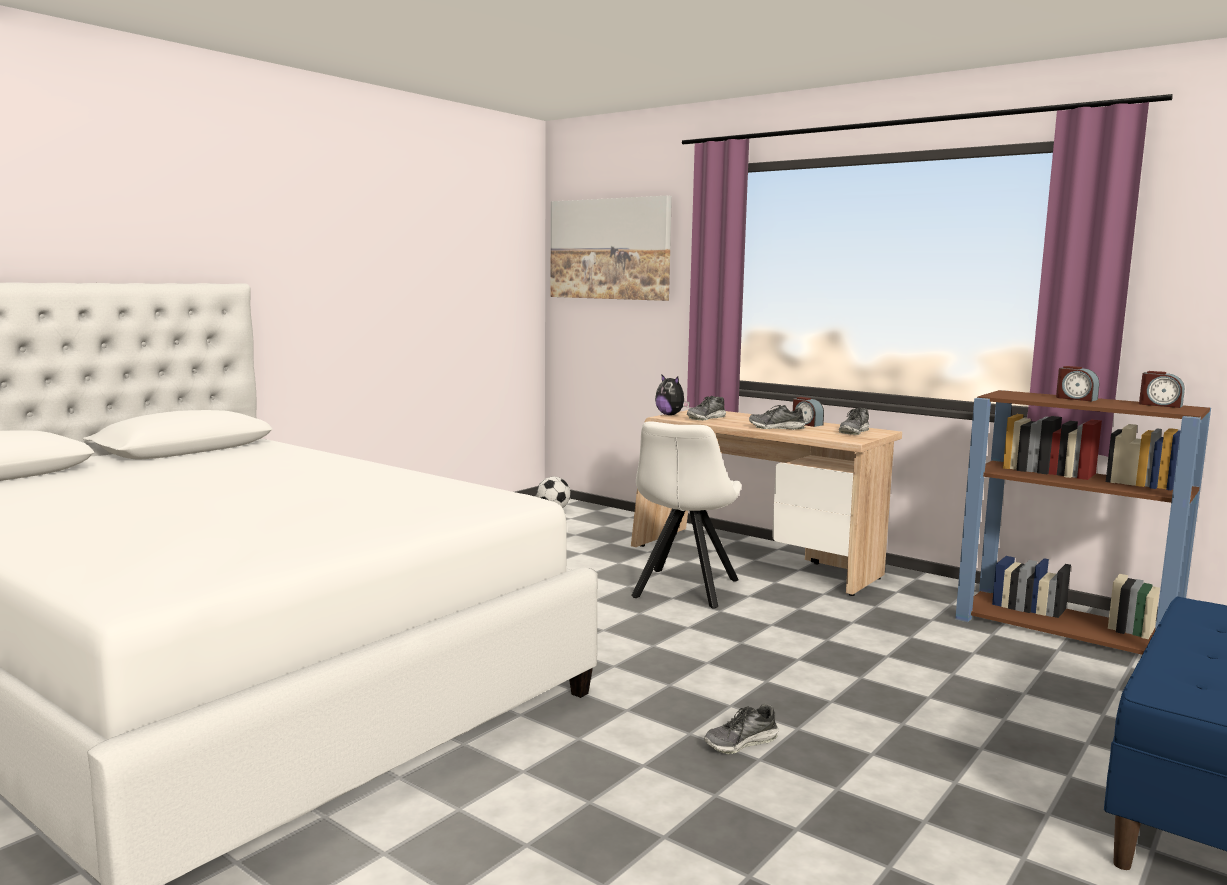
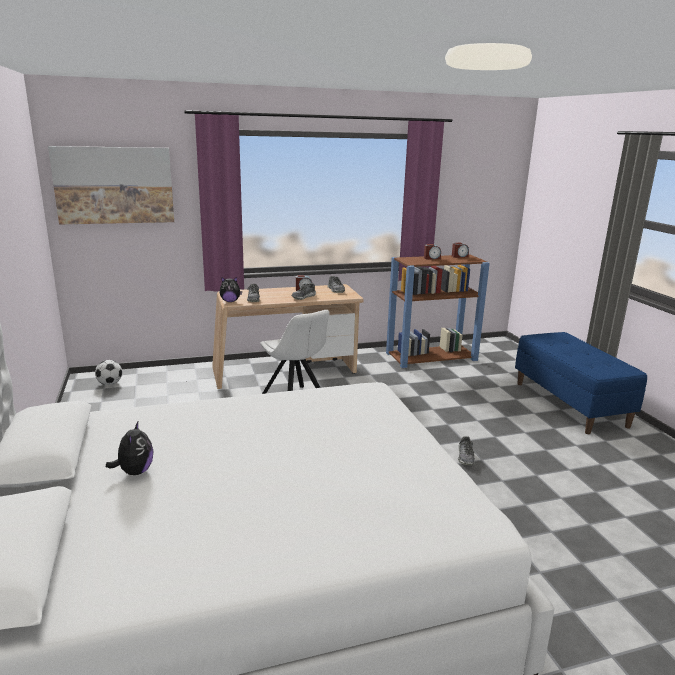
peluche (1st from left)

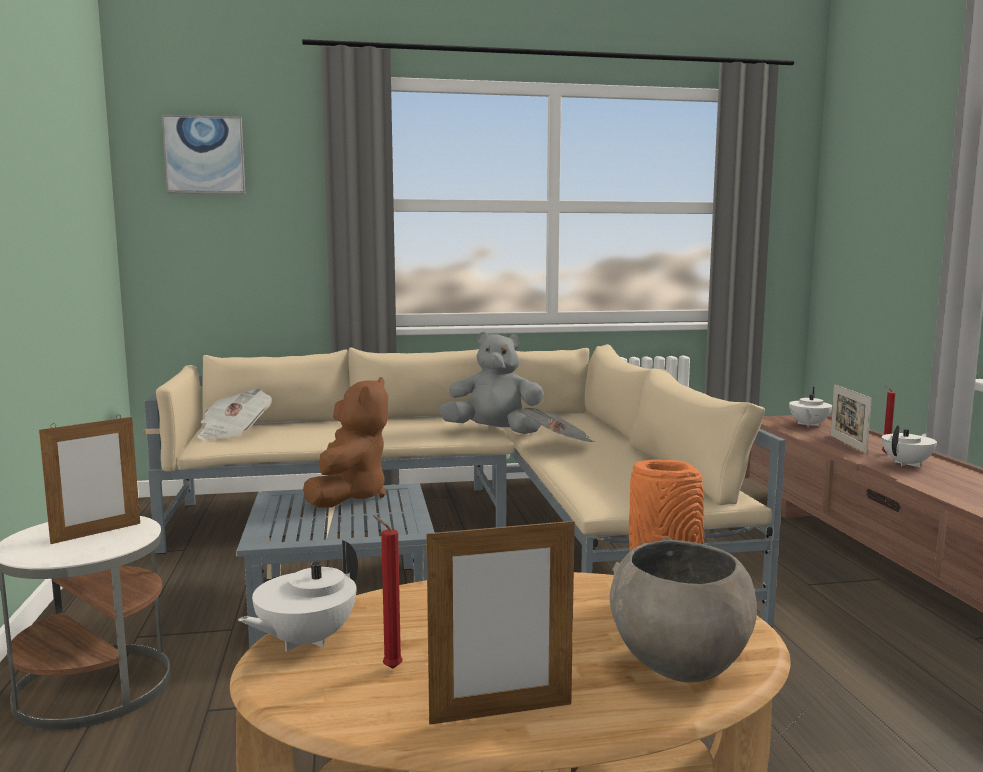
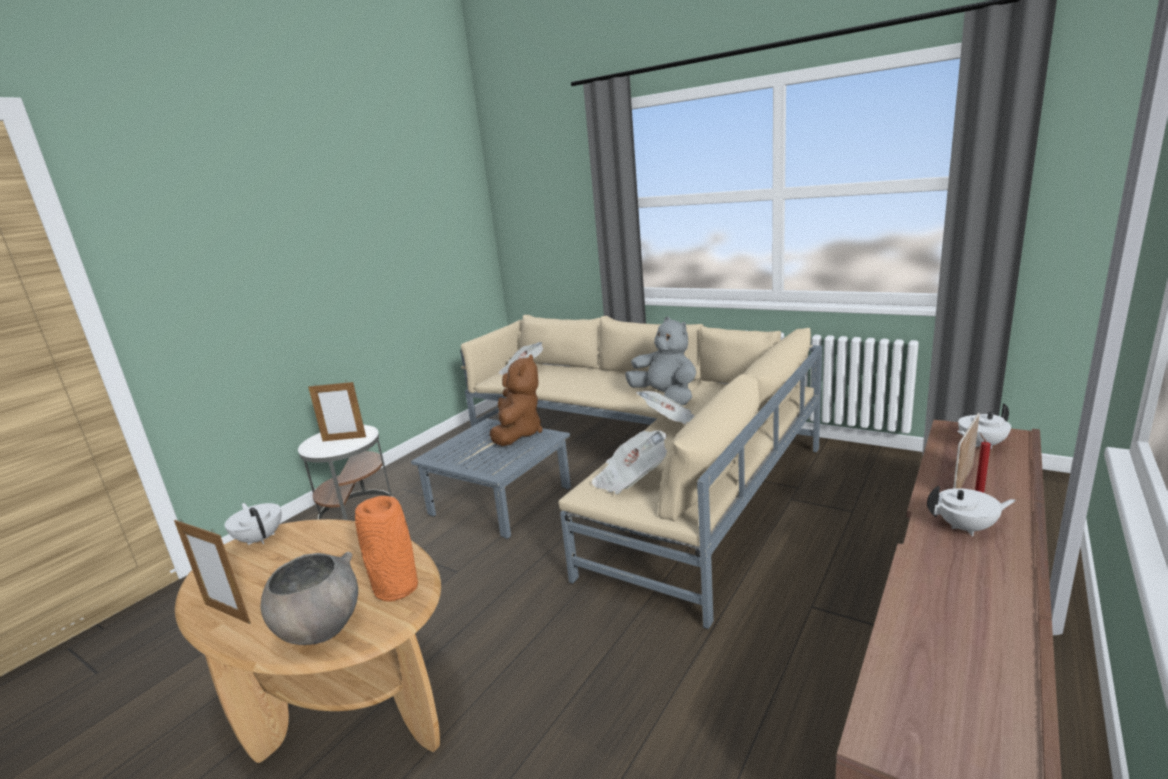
théière (blanc) (1st from left); peluche (marron); journal (2nd from left); tableau; bougie (rouge) (1st from left in the first image)

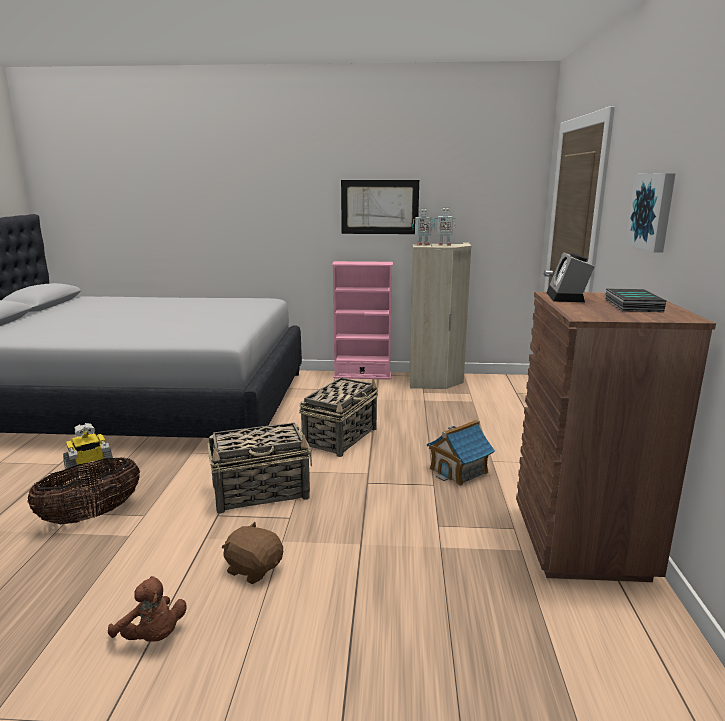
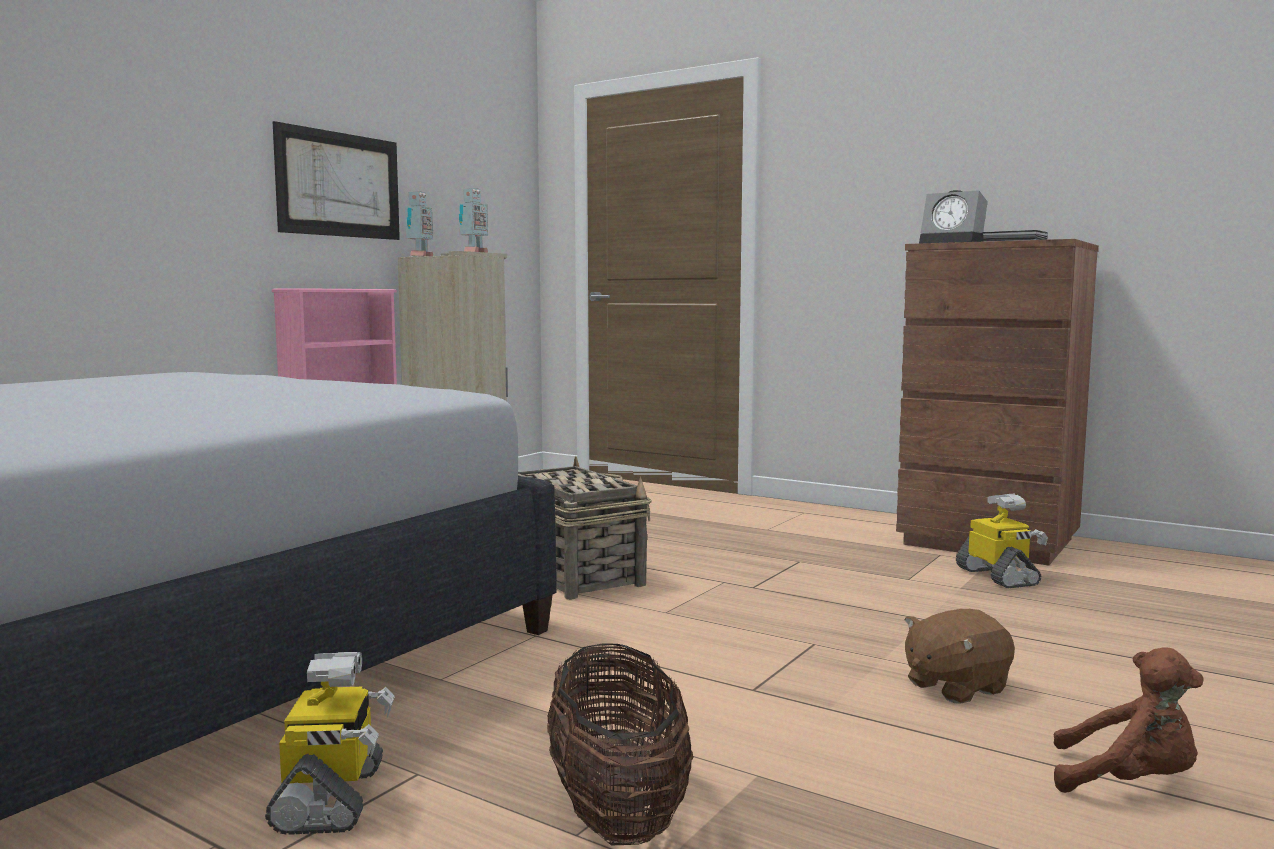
robot jouet (4th from left); peluche (marron) (2nd from left); panier (2nd from left in the first image); maison miniature; tableau (2nd from left in the first image)

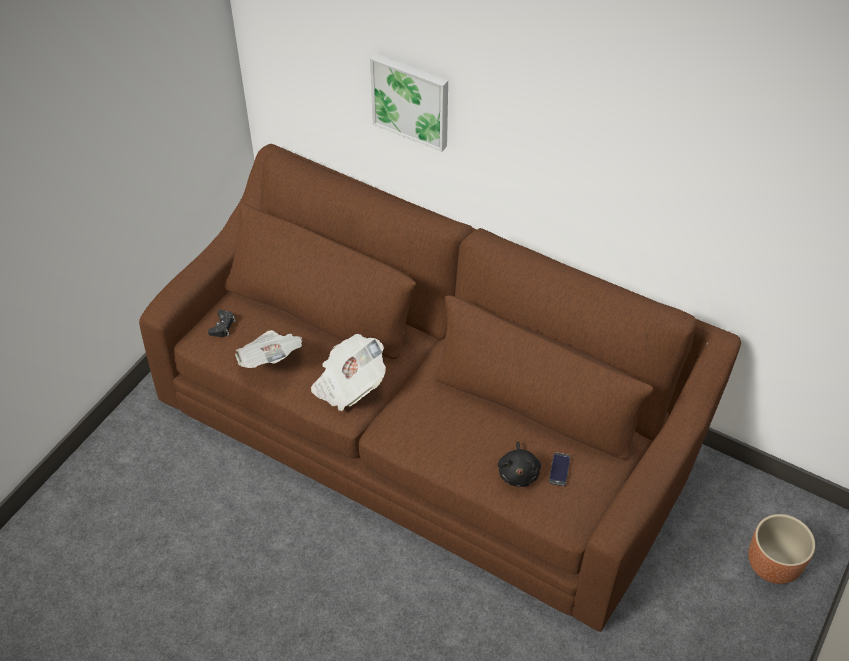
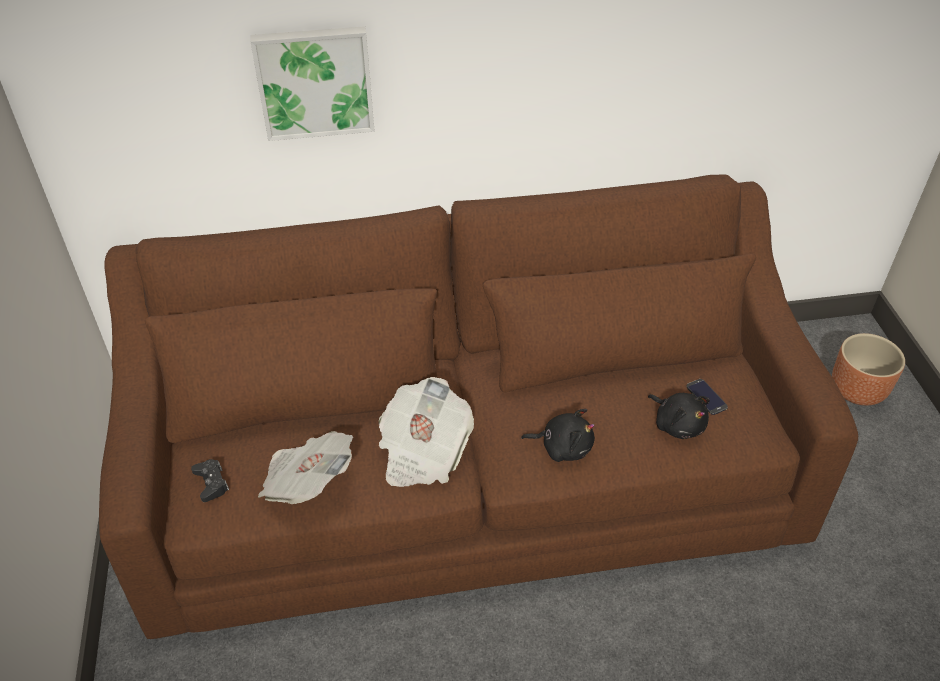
peluche (noir) (1st from left)

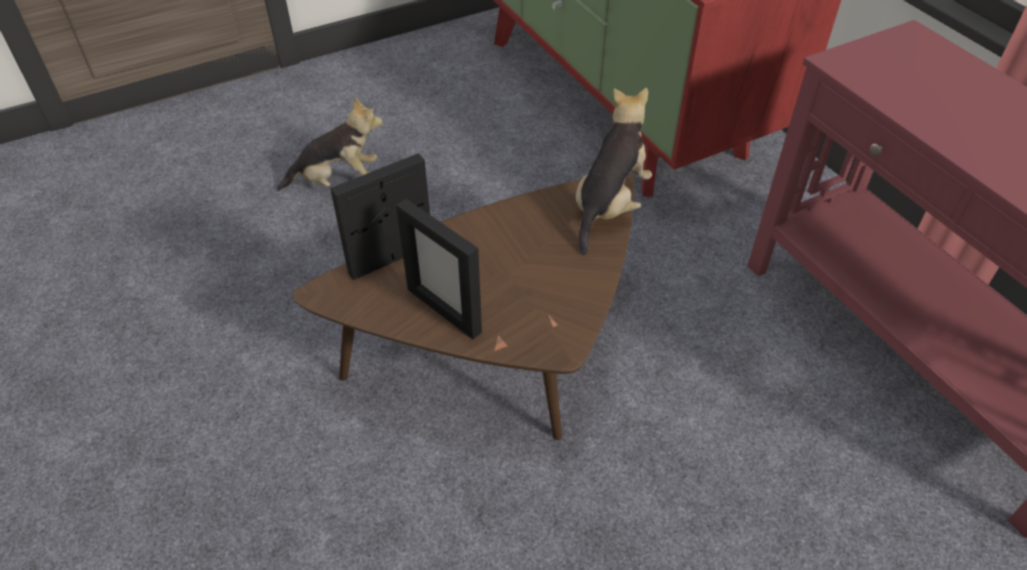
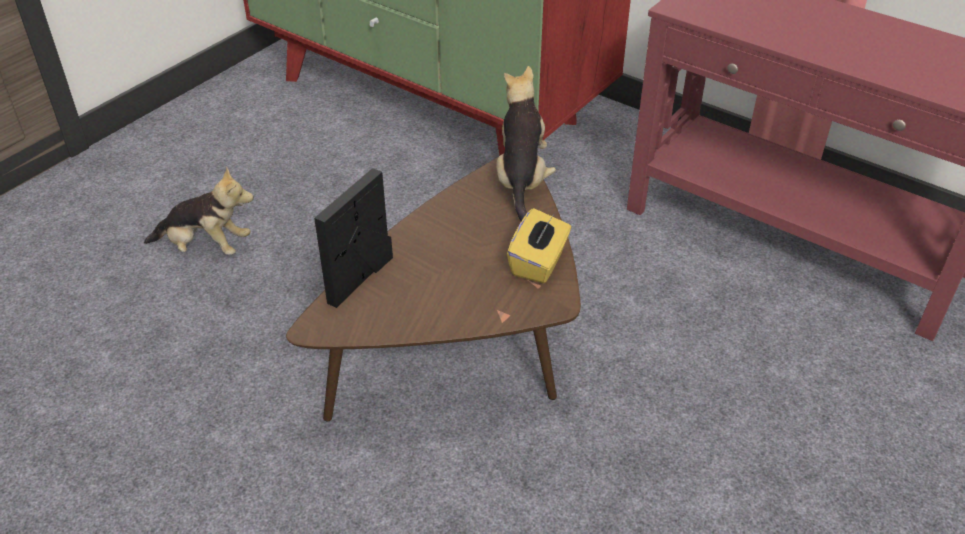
peluche (1st from left); boîte à mouchoirs (jaune); cadre photo (2nd from left in the first image)

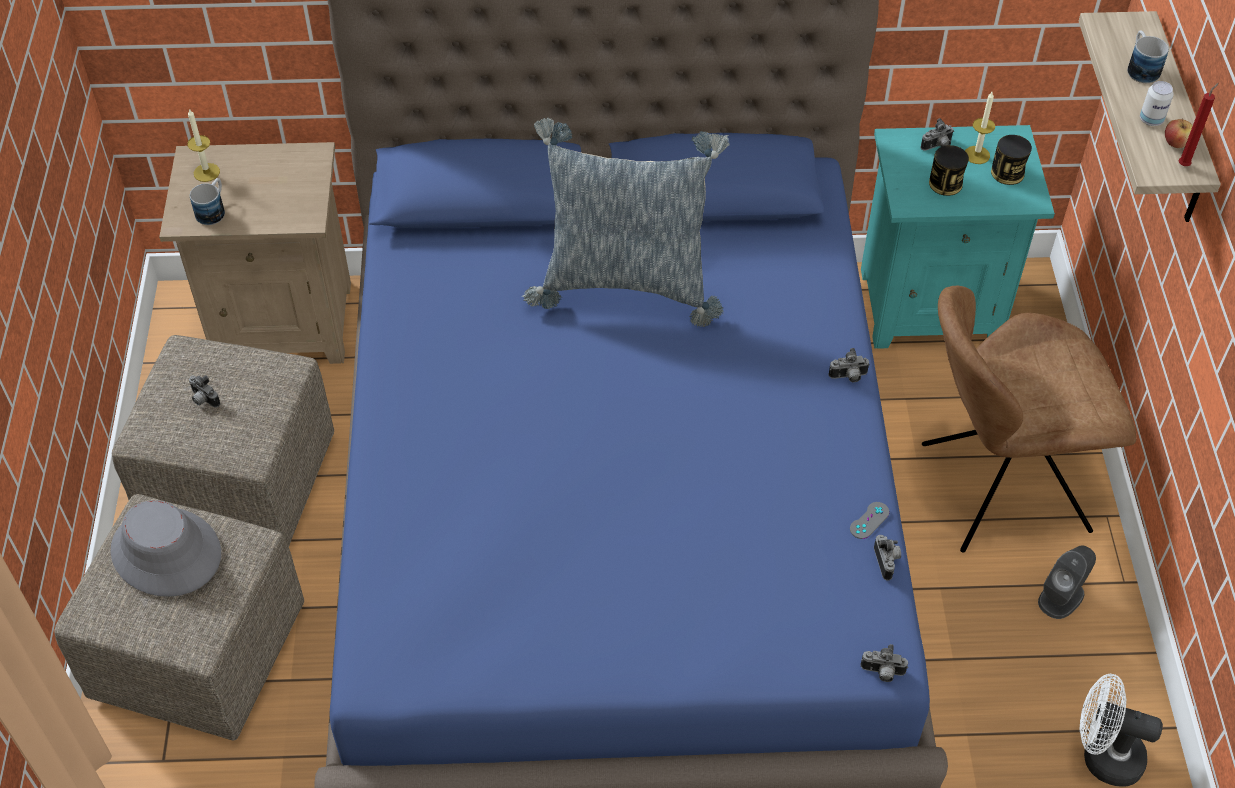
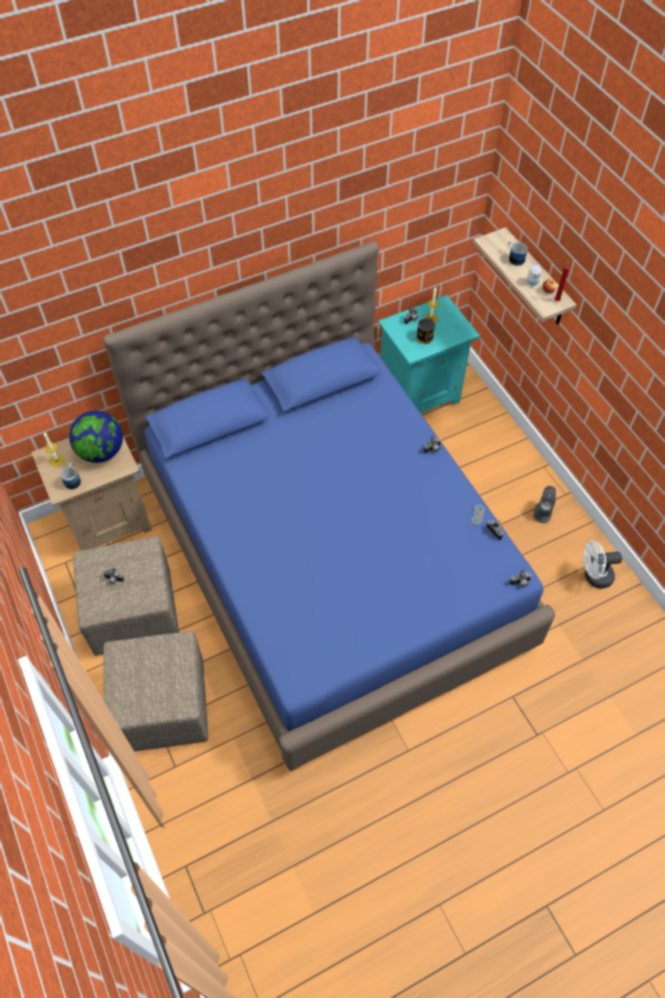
globe; chapeau (gris); coussin; chaise (marron); boîte métallique (2nd from left in the first image)

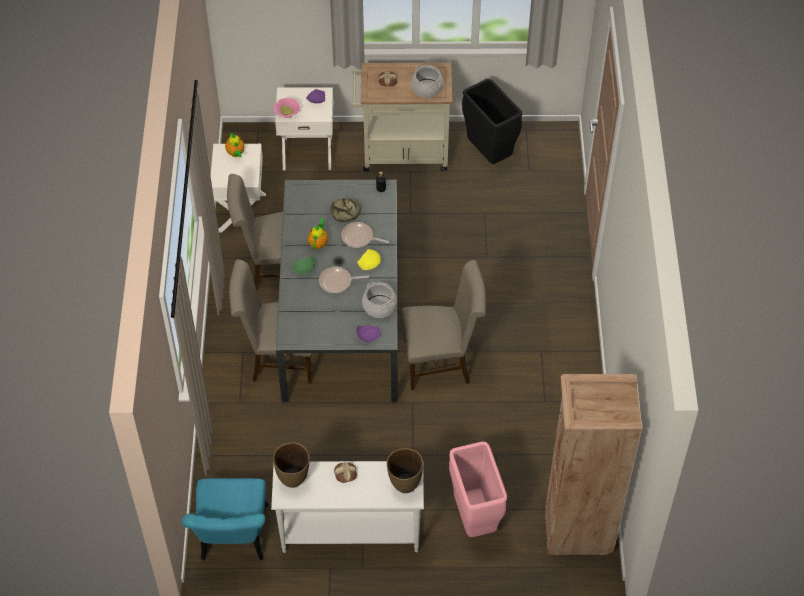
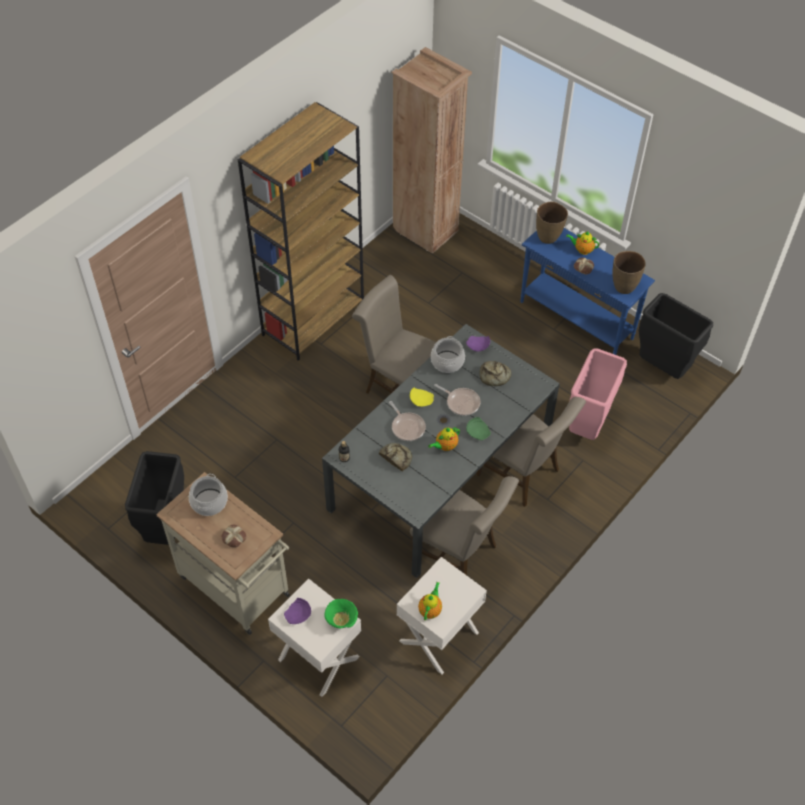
bibliothèque (marron); bol (vert); pain (3rd from left); table console (bleu); théière (3rd from left); poubelle (rose); poubelle (noir) (2nd from left)

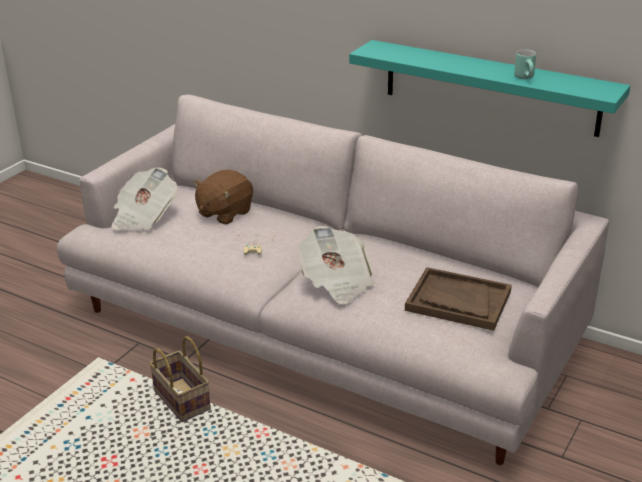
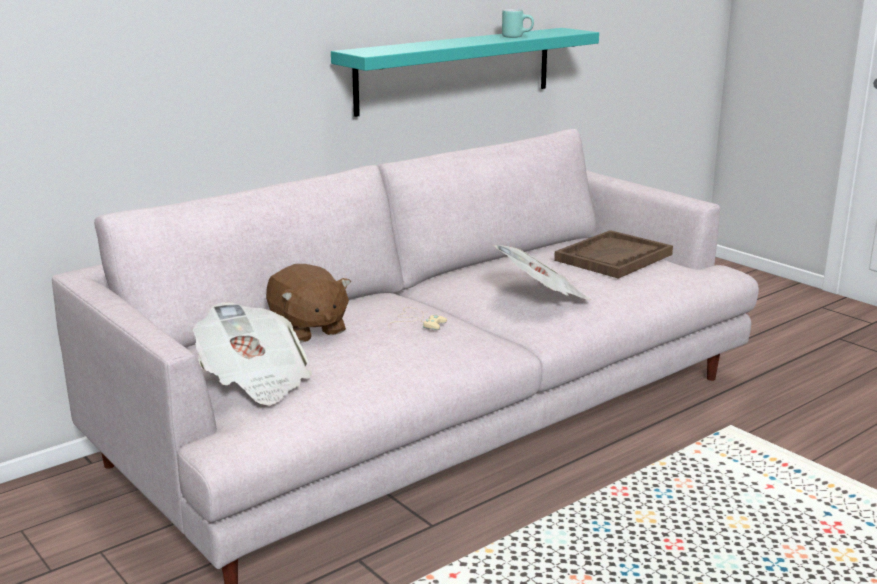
panier

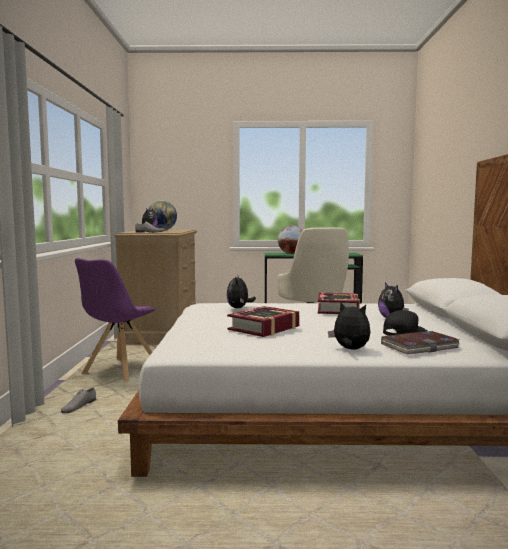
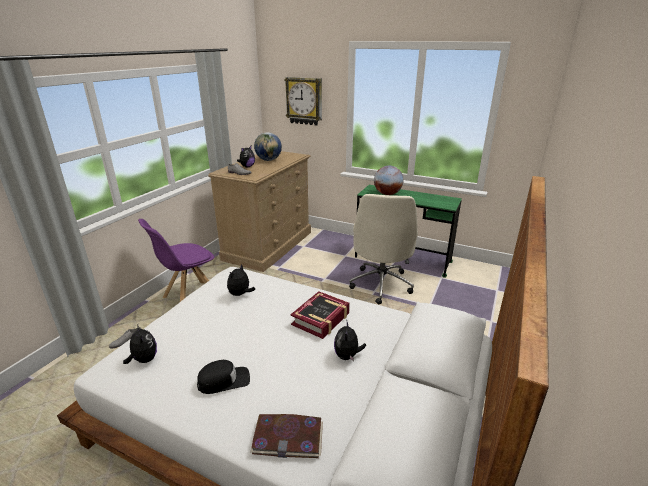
peluche (1st from left); casquette (noir); horloge murale; livre (1st from left in the first image)

